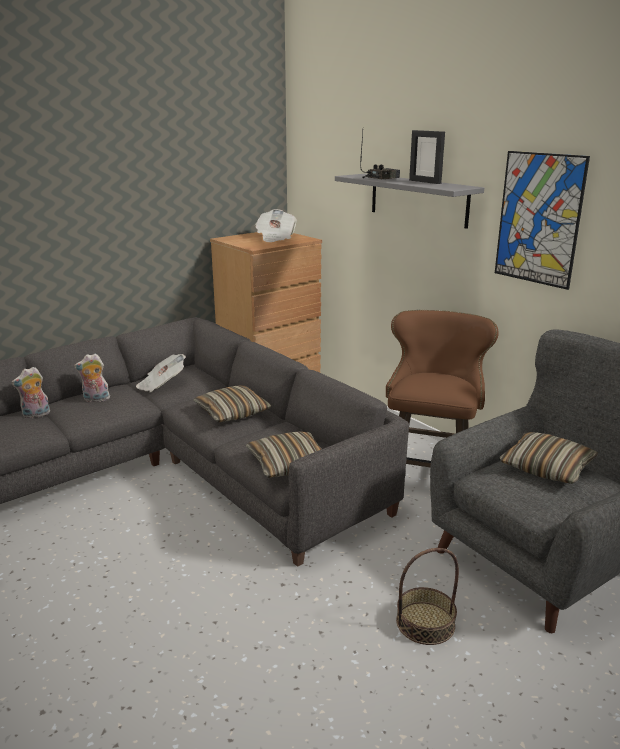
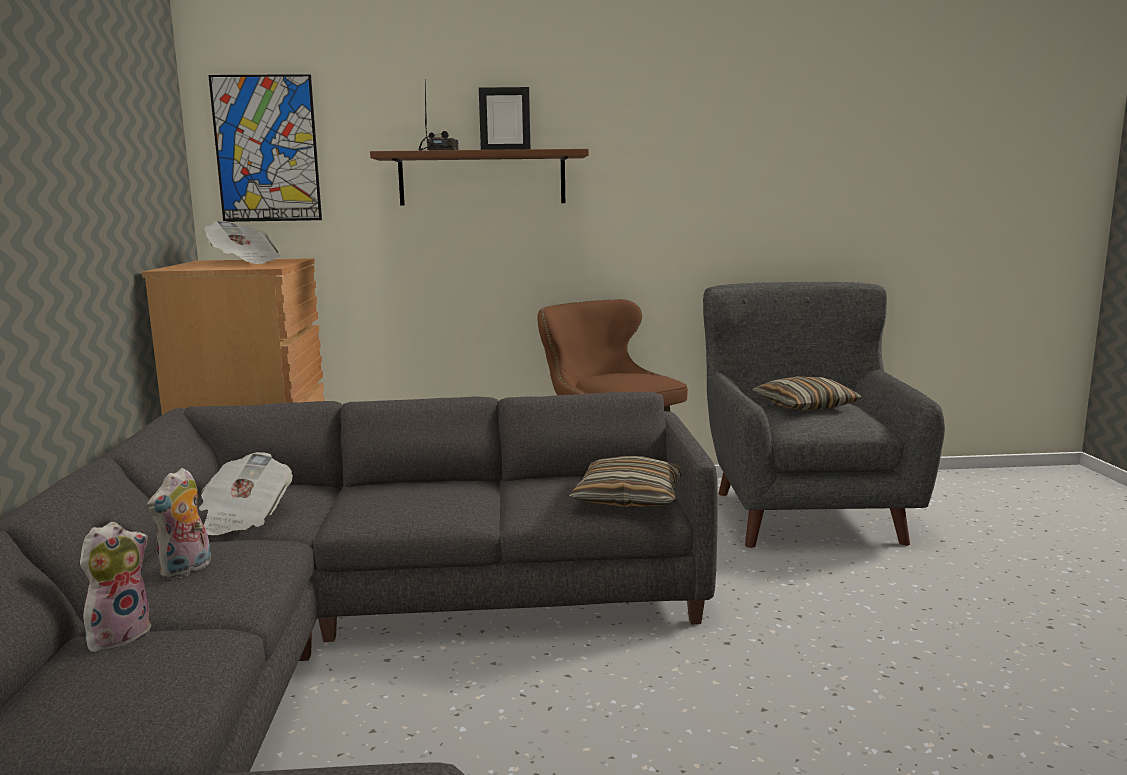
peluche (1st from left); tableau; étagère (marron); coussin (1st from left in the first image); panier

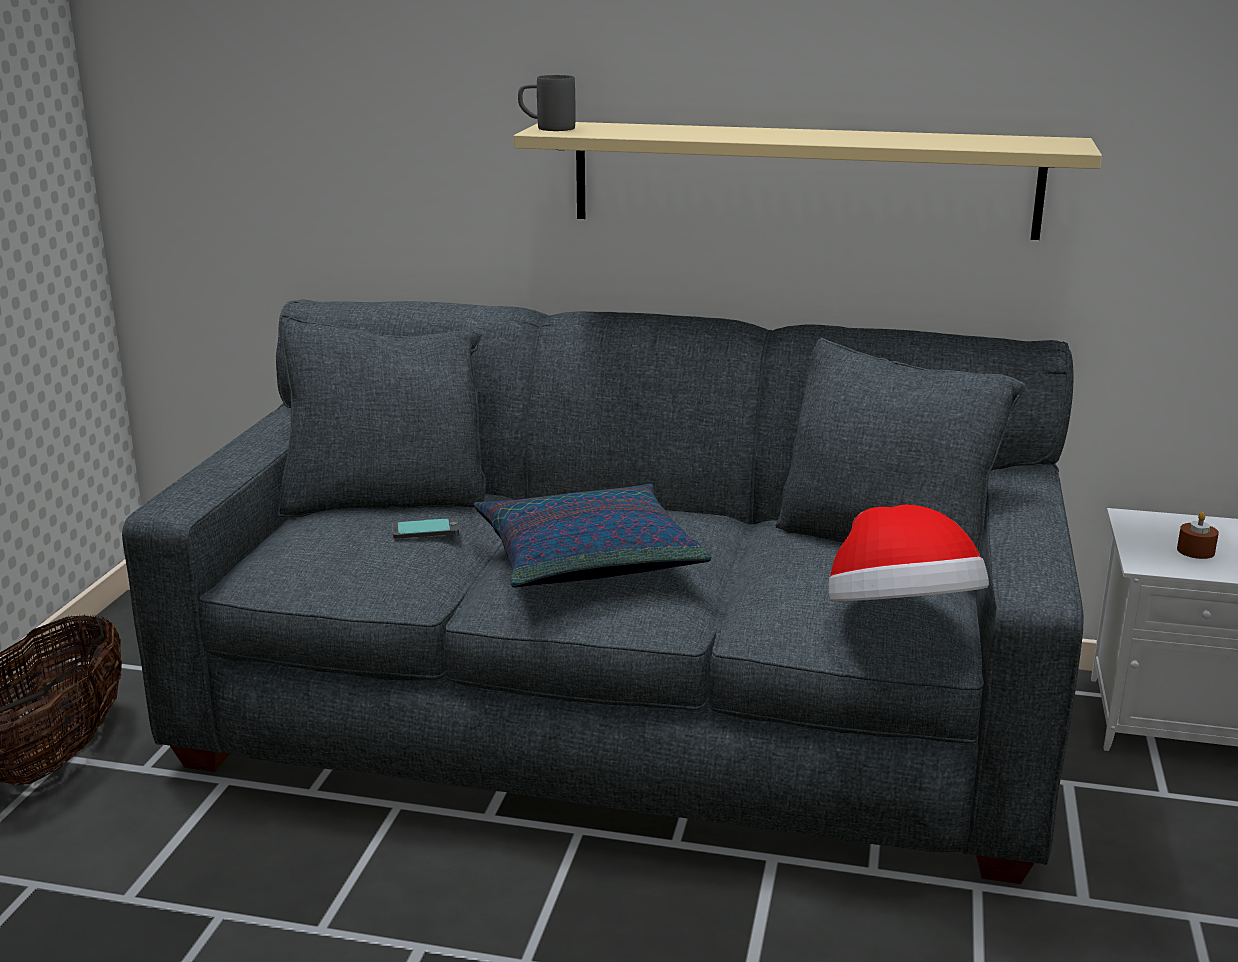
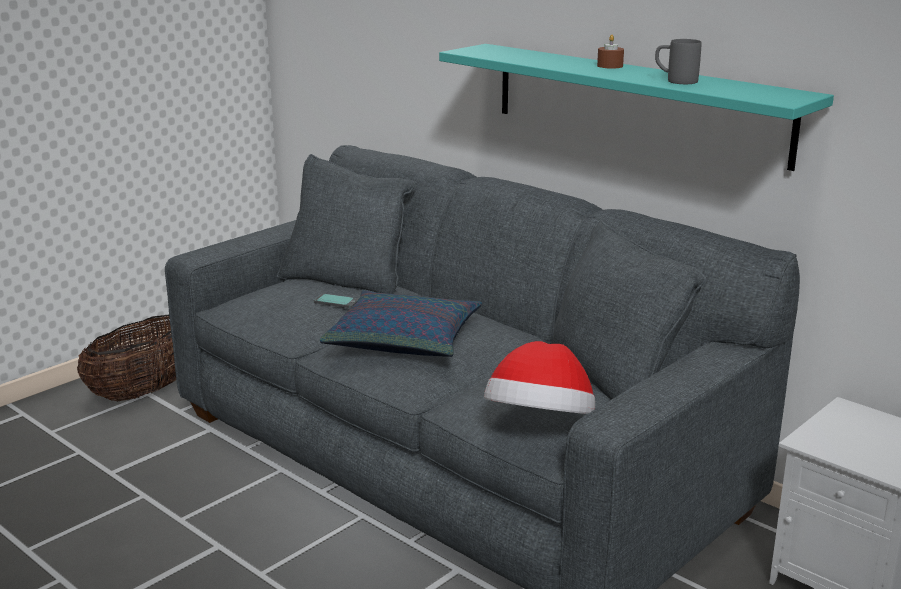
étagère (turquoise); bougie (marron); mug (gris)

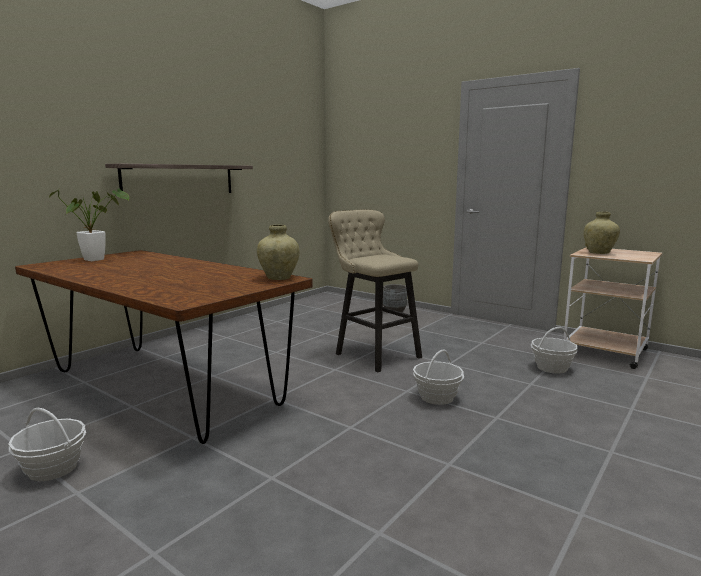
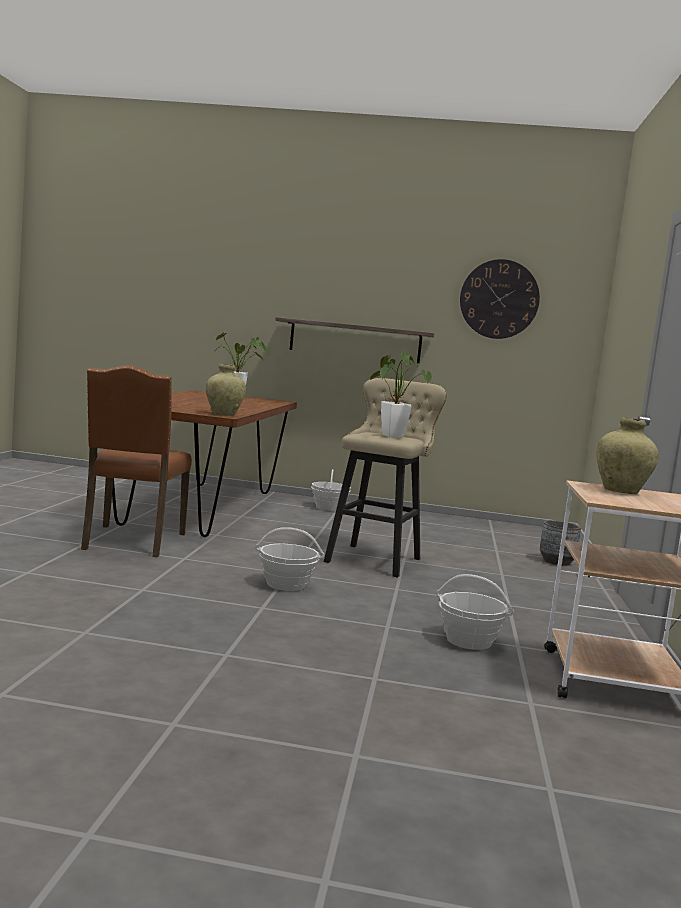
chaise (marron); panier (2nd from left); plante en pot (2nd from left); horloge murale

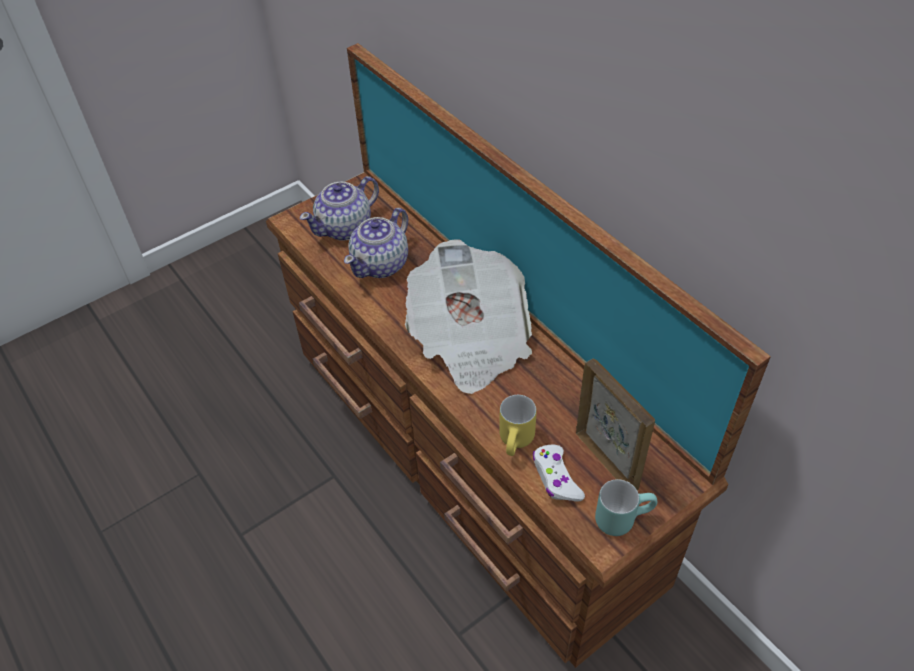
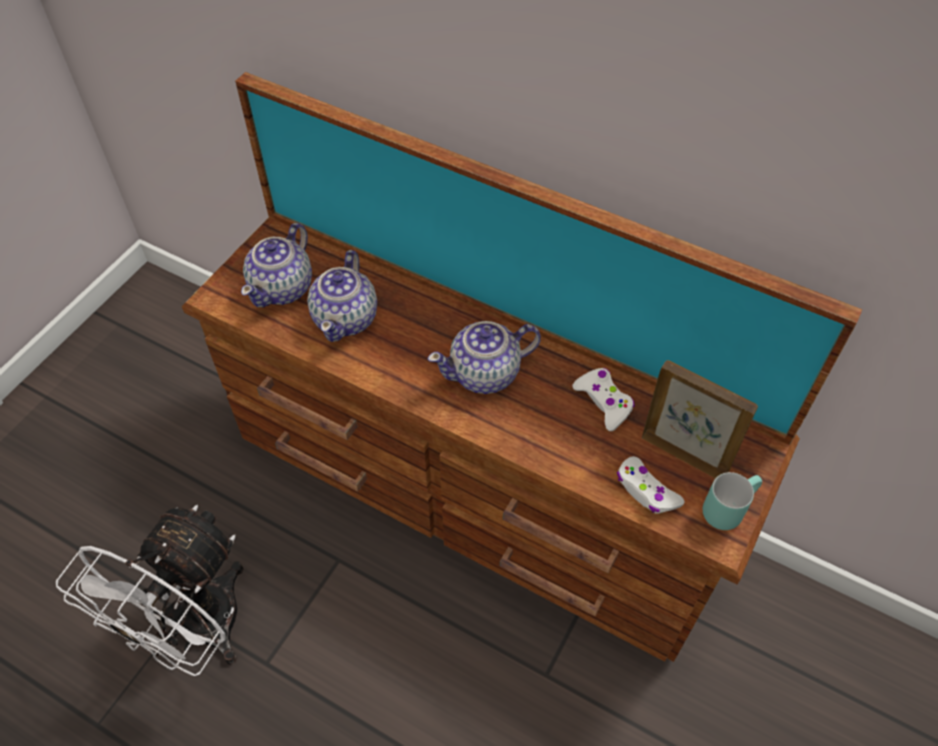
ventilateur (blanc); théière (3rd from left); manette (blanc) (1st from left); mug (jaune)

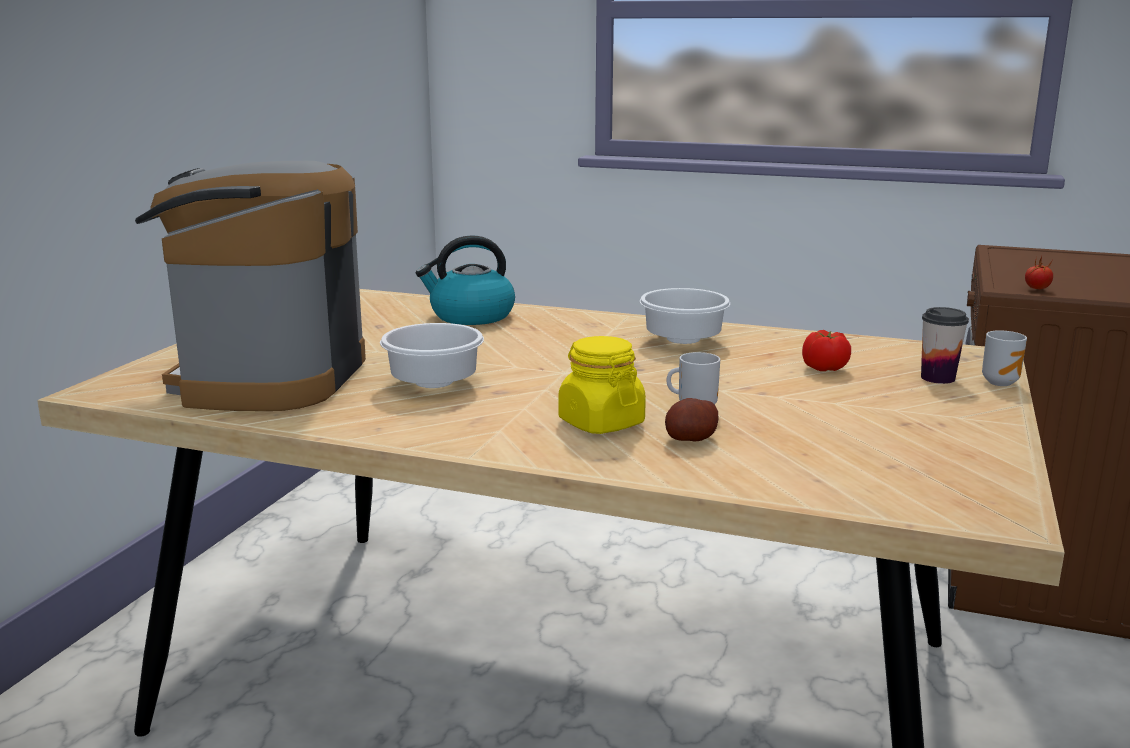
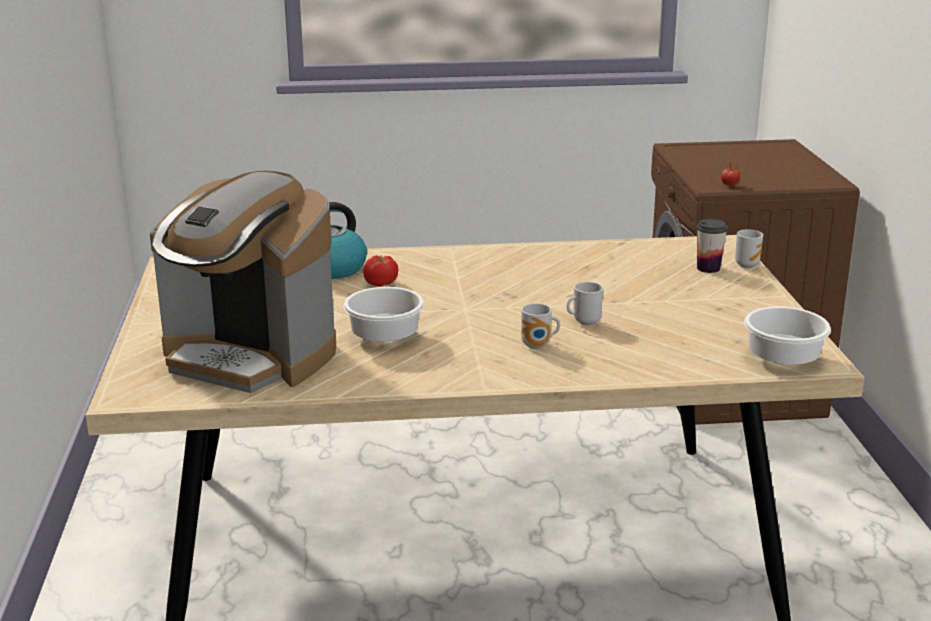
machine à café; tomate (1st from left); mug (1st from left); bol (blanc) (2nd from left); pomme de terre

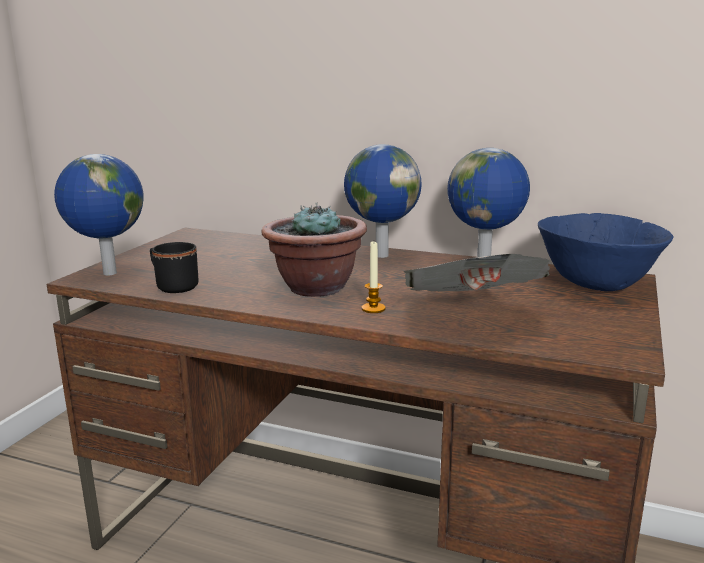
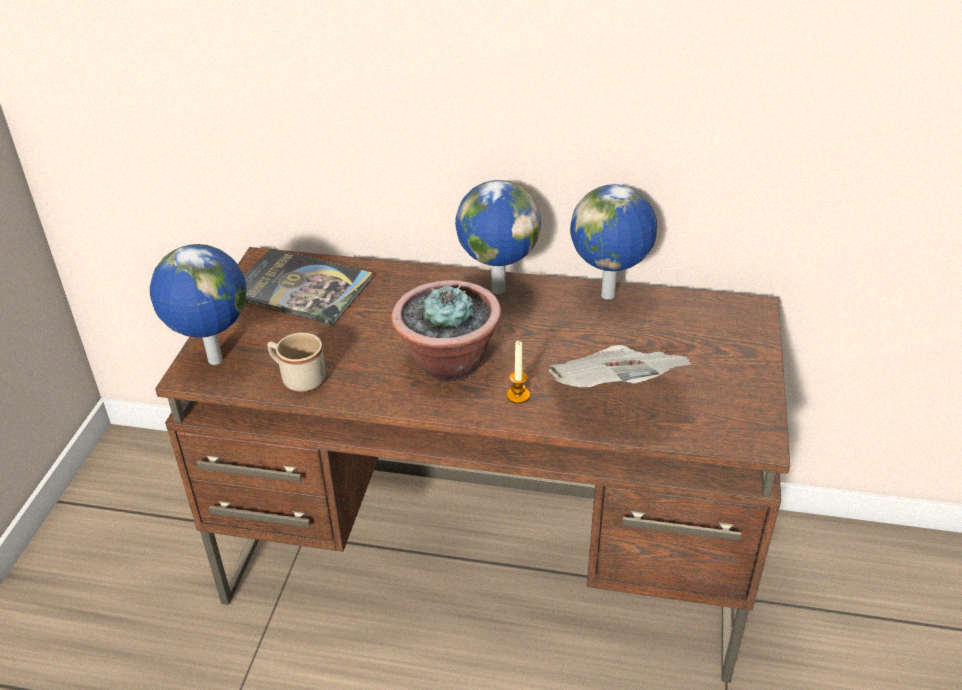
livre; mug (beige); bol (bleu)

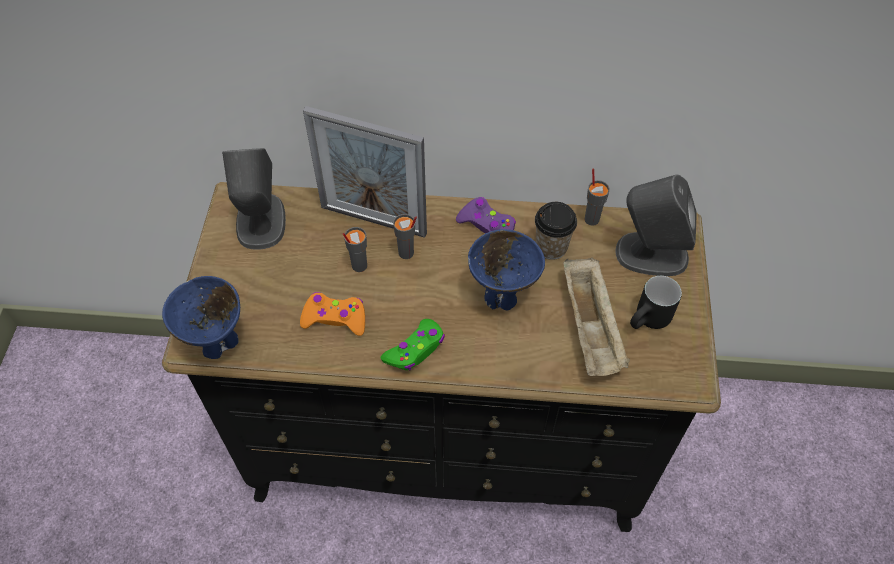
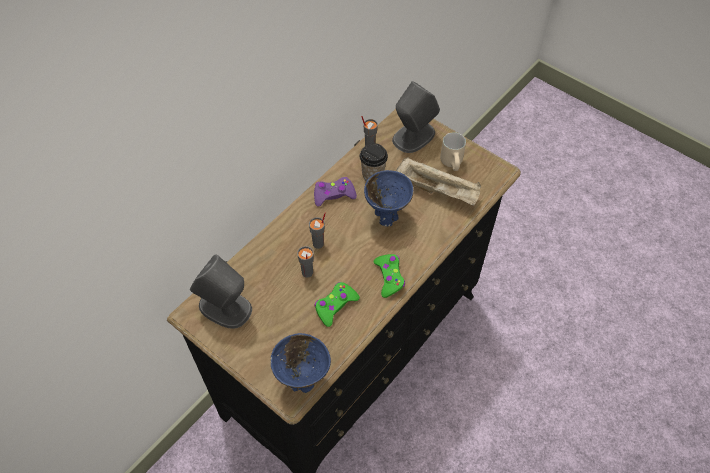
manette (vert) (1st from left); mug (beige); cadre photo

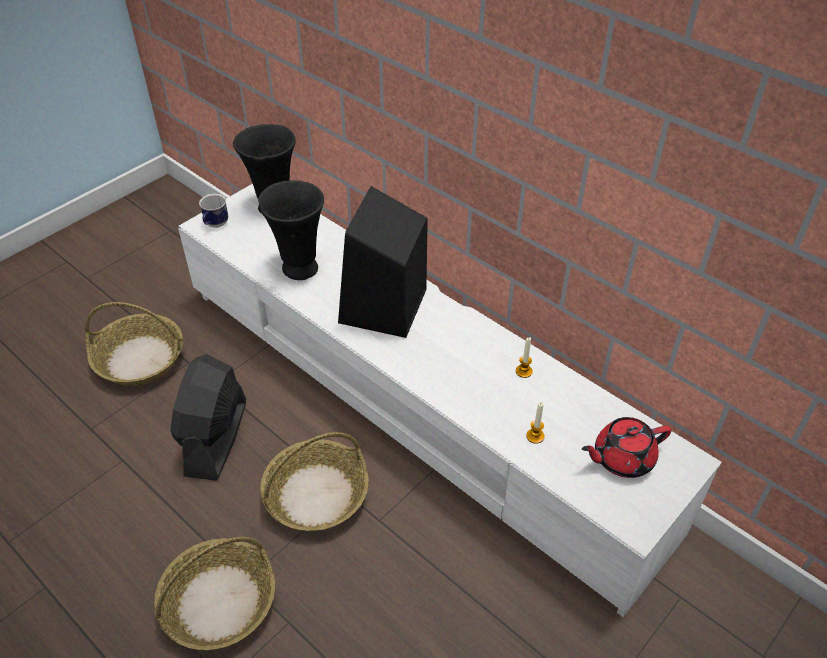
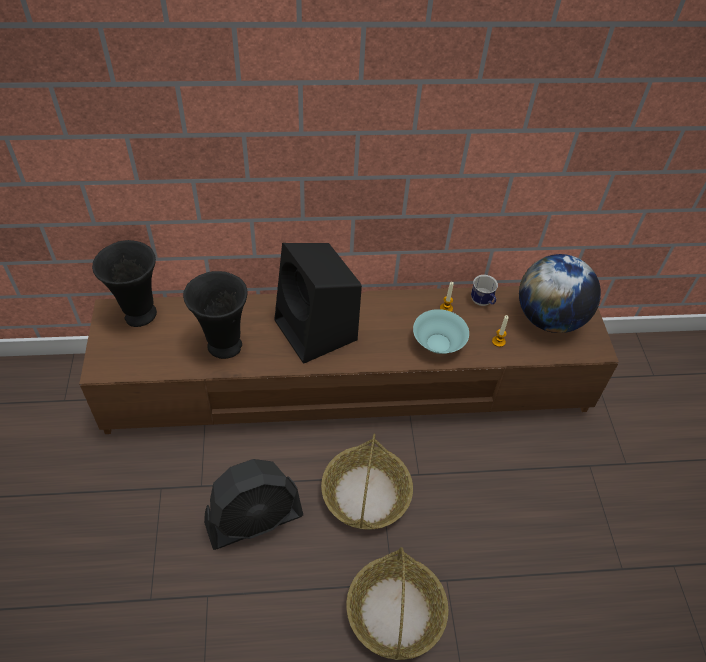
meuble télé (marron); ventilateur (noir); bol (turquoise); mug; globe; panier (1st from left in the first image)

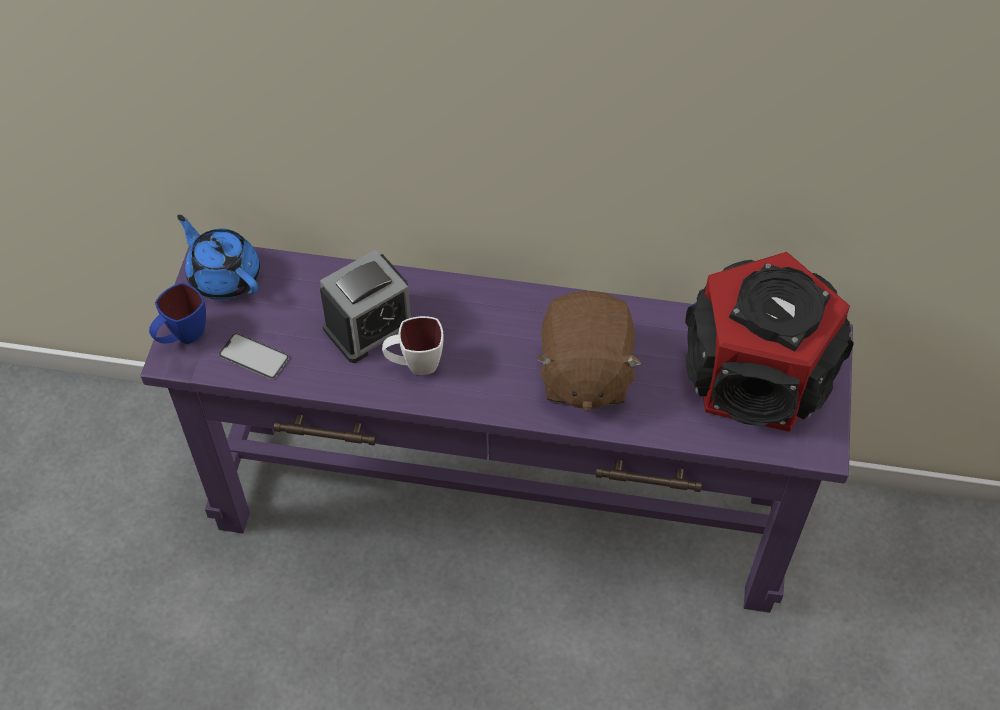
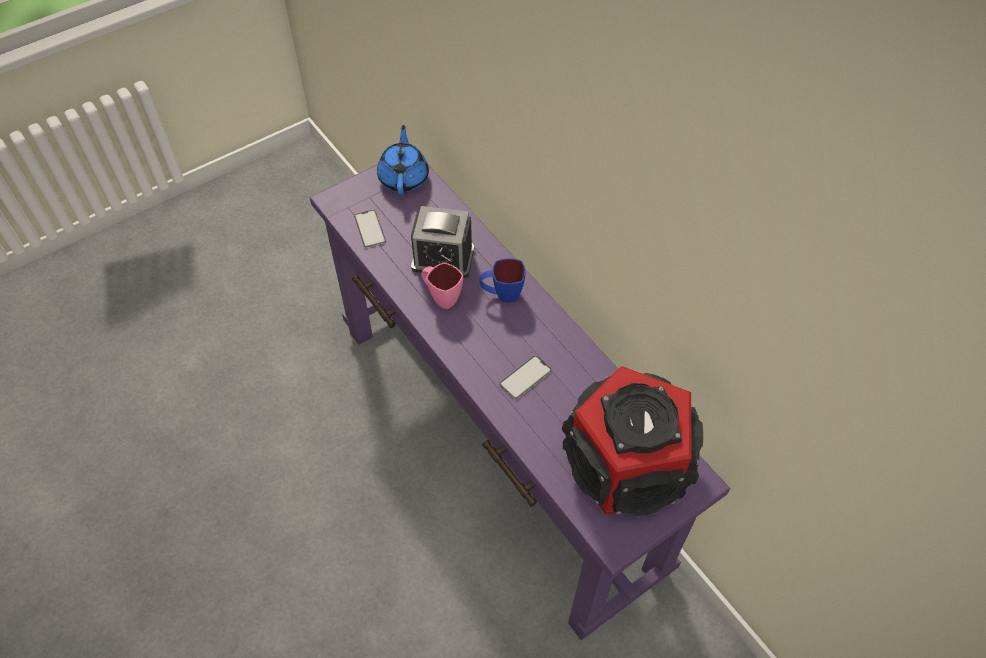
mug (rose); mug (bleu); téléphone (2nd from left)

